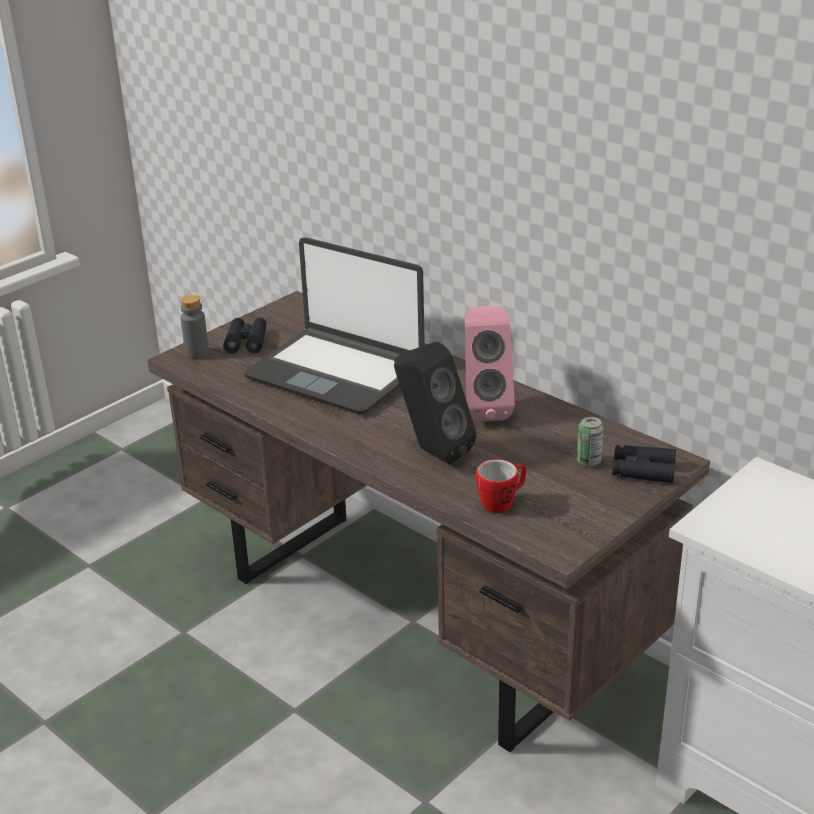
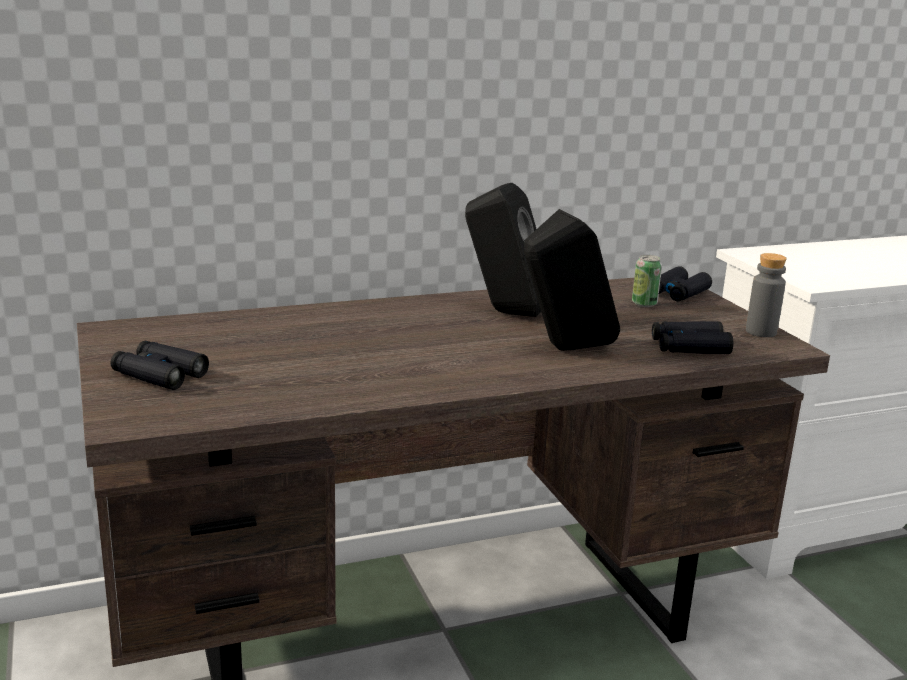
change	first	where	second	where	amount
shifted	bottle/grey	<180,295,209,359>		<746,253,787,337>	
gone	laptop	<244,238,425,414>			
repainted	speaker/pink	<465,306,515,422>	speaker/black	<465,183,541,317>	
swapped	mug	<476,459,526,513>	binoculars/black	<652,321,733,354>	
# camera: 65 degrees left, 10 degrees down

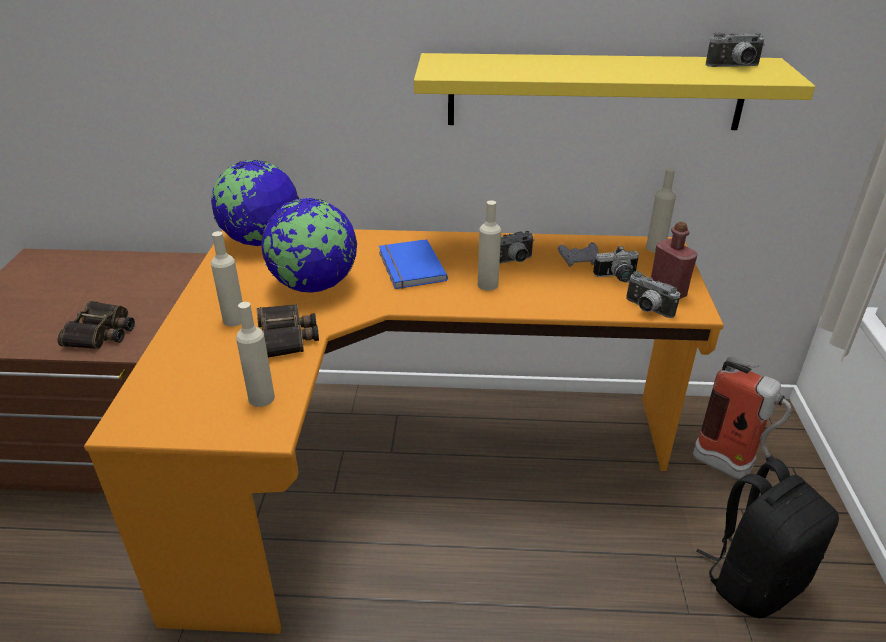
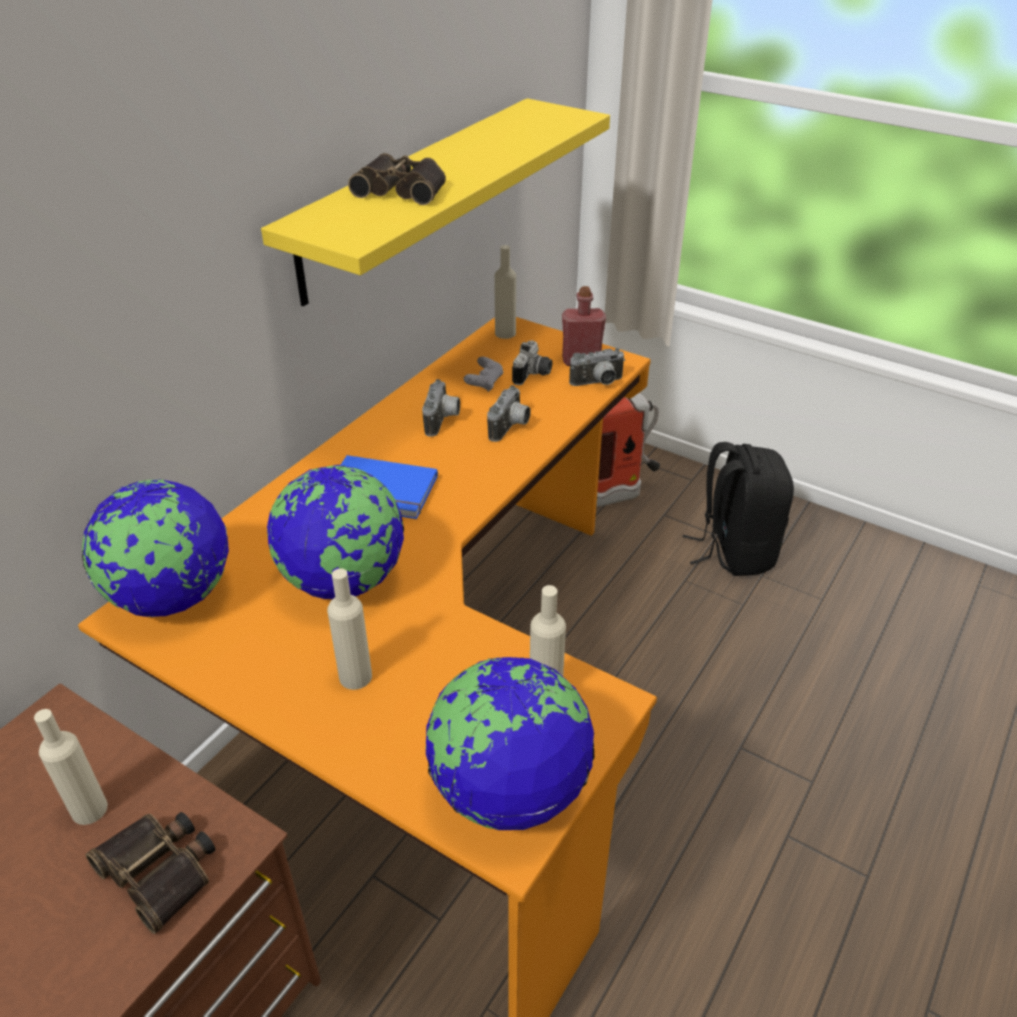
change	first	where	second	where	amount
shifted	binoculars	<256,304,319,358>		<348,153,446,205>	
shifted	bottle/beige	<478,201,501,291>		<34,709,108,825>	
shifted	photo camera	<706,32,765,67>		<487,385,531,442>	
new			globe	<425,657,594,830>	
# camera: 60 degrees left, 5 degrees up

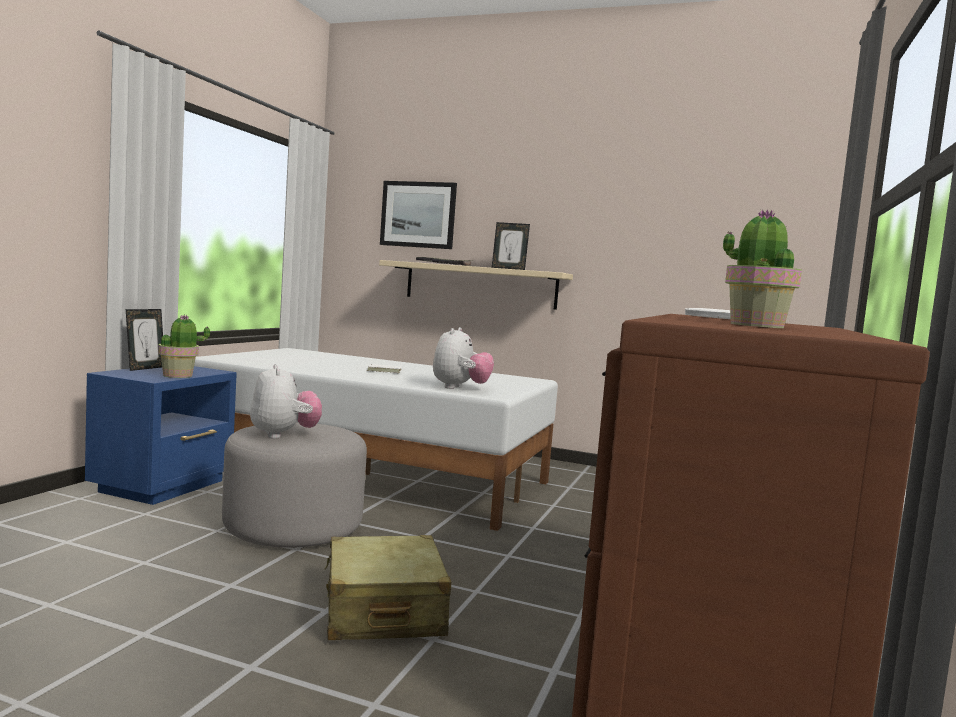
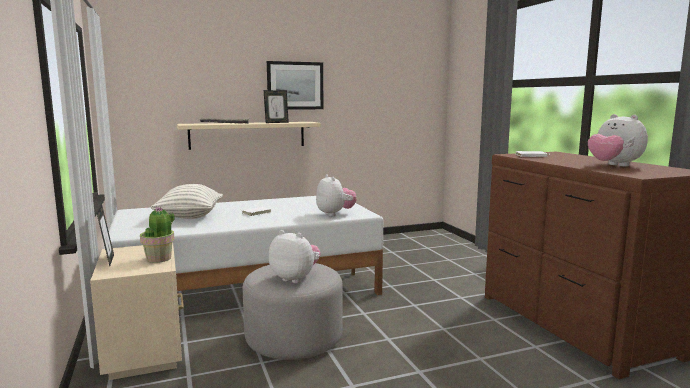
change	first	where	second	where	amount
repainted	nightstand/blue	<85,366,237,505>	nightstand/beige	<90,242,184,380>	
gone	suitcase/beige	<324,535,451,640>			
shifted	picture	<380,181,457,249>		<267,61,324,110>	
swapped	potted plant	<723,209,802,328>	plush toy	<588,114,648,167>	
new			pillow	<151,184,223,219>	
# camera: 40 degrees left, 5 degrees up

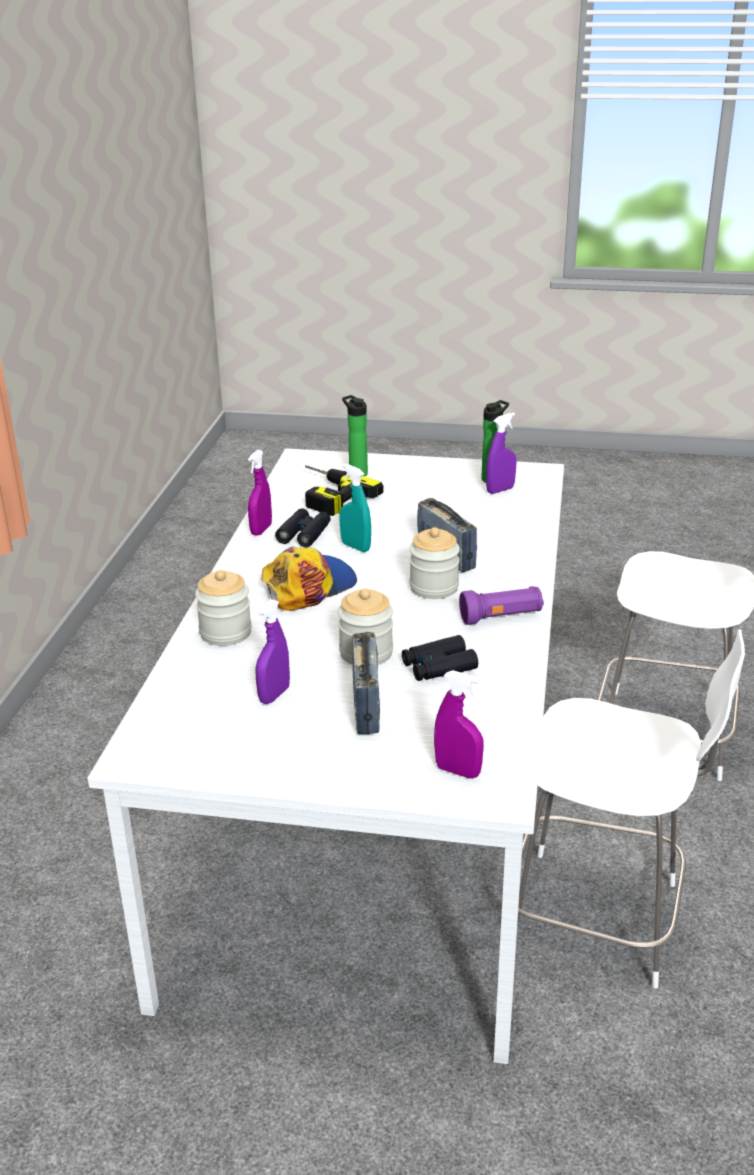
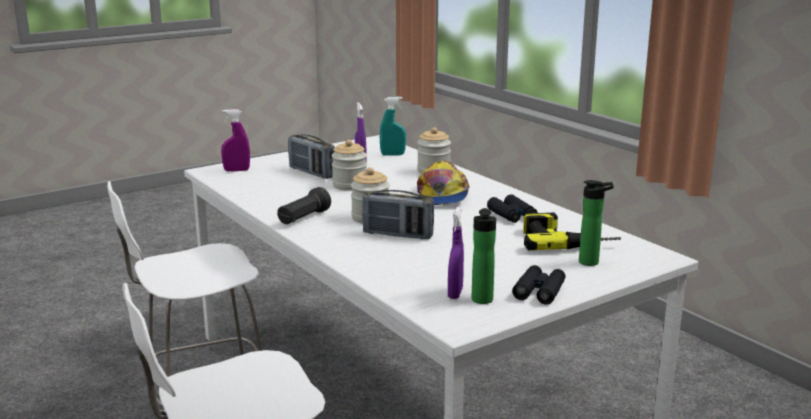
change	first	where	second	where	amount
gone	spray bottle/purple	<248,450,272,536>			
shifted	spray bottle/turquoise	<340,463,371,552>		<380,97,406,156>	
shifted	binoculars/black	<402,635,478,681>		<512,265,566,305>	
repainted	flashlight/purple	<459,586,544,625>	flashlight/black	<277,187,331,224>	
# camera: 135 degrees right, 10 degrees down

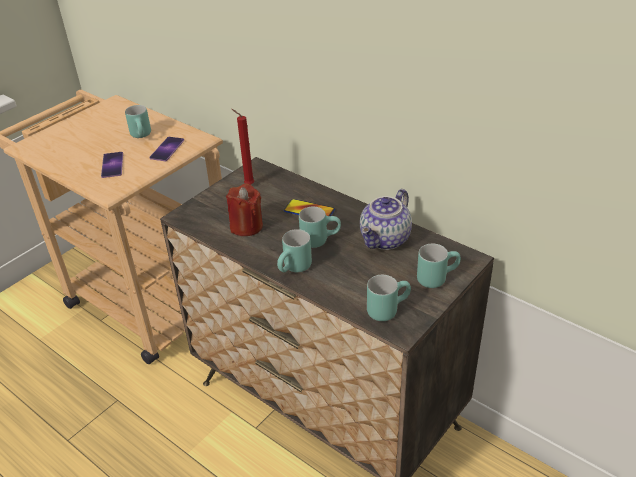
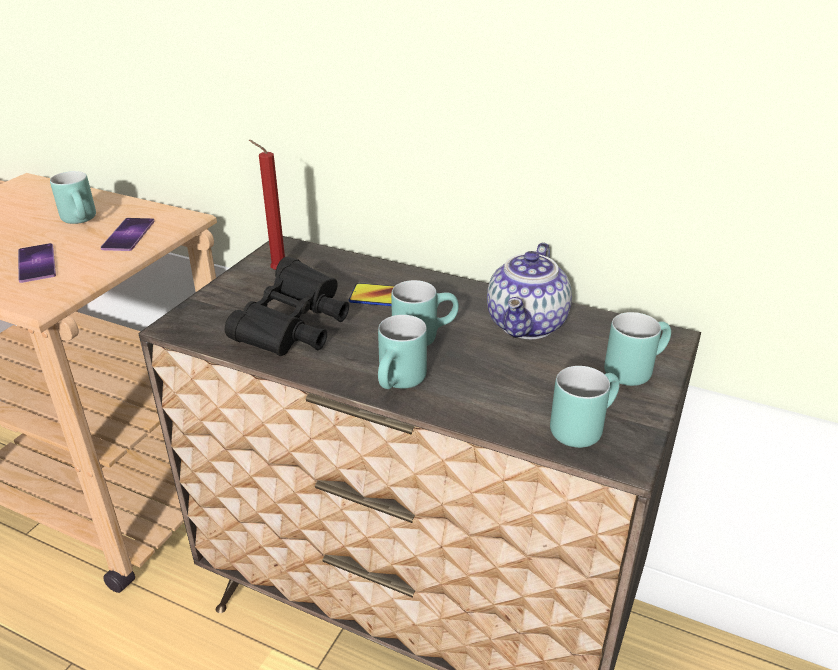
change	first	where	second	where	amount
swapped	candle/red	<226,183,263,236>	binoculars/black	<225,257,349,356>	
# camera: 15 degrees left, 5 degrees down

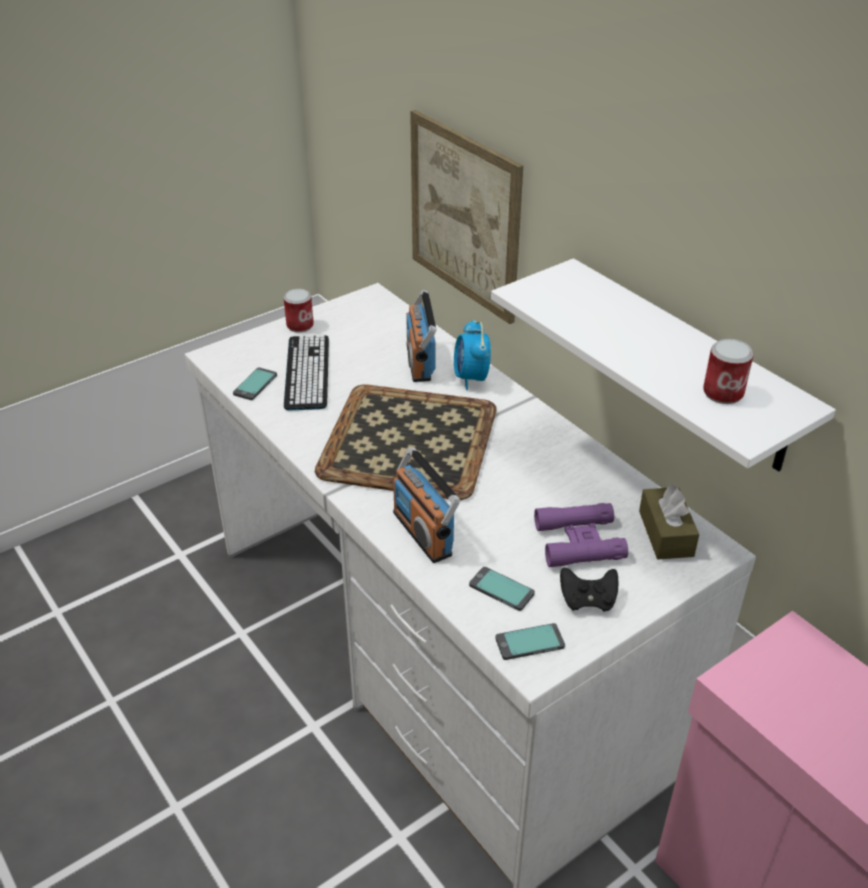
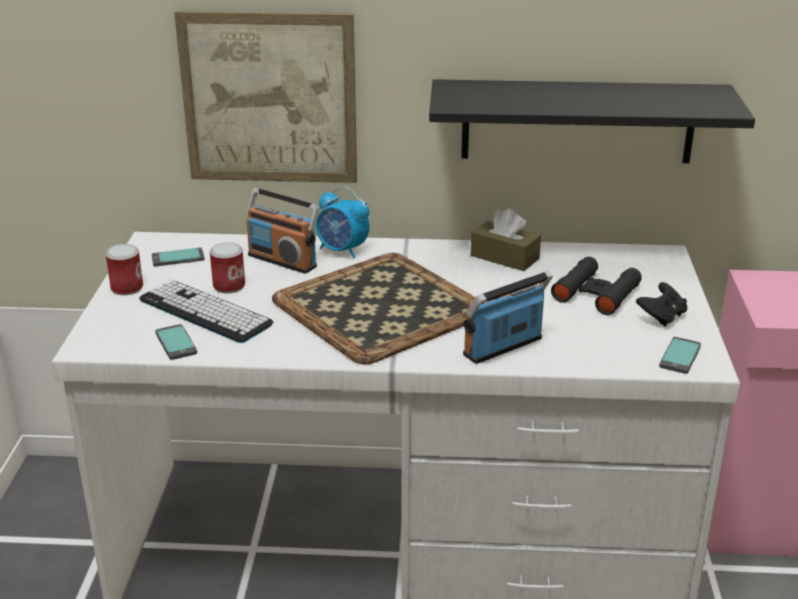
change	first	where	second	where	amount
rotated	radio	<393,447,460,563>		<463,271,553,364>	135 degrees clockwise
shifted	phone	<469,567,535,611>		<152,248,205,266>	
repainted	shelf/white	<491,258,836,471>	shelf/black	<429,79,755,163>	
repainted	binoculars/purple	<534,503,628,567>	binoculars/black	<551,257,642,315>	
shifted	tissue box/brown	<639,483,699,560>		<471,208,541,271>	
shifted	can	<703,339,754,404>		<210,242,245,294>	
# camera: 50 degrees left, 10 degrees down

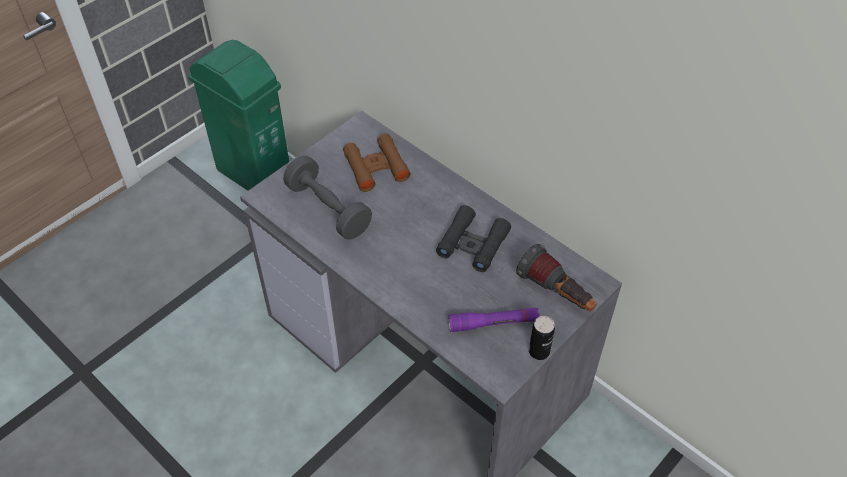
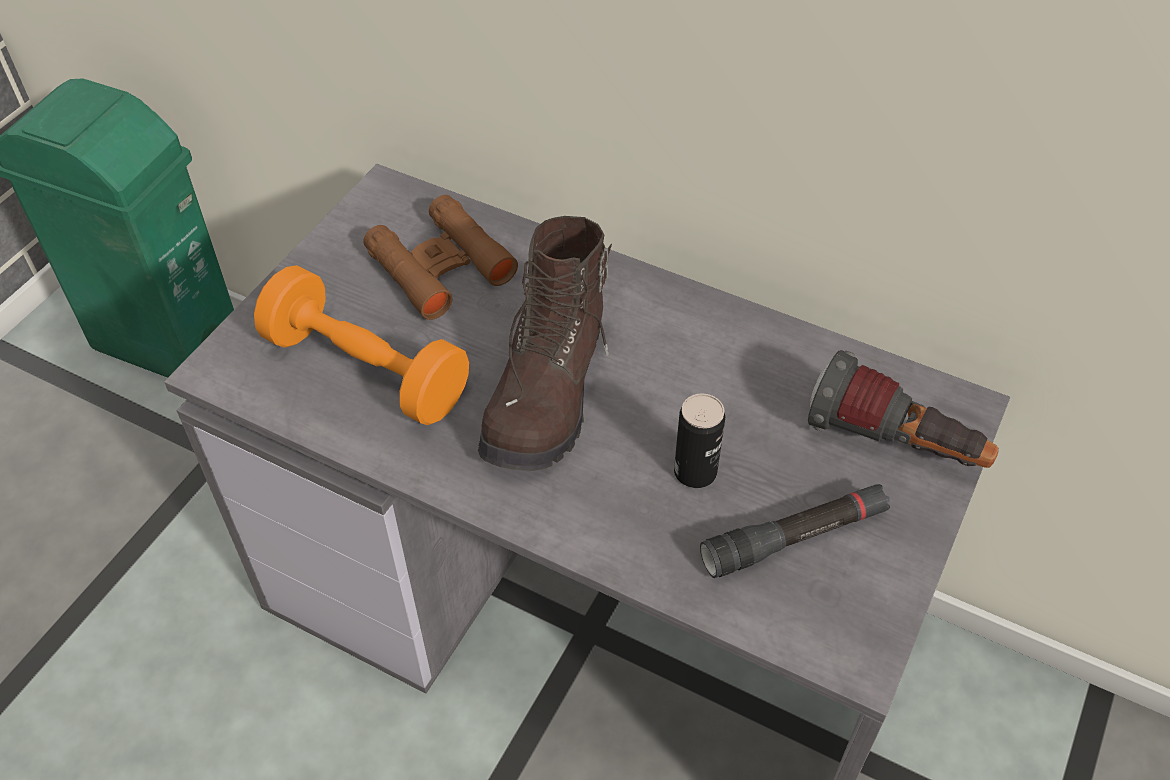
change	first	where	second	where	amount
repainted	dumbbell/grey	<283,156,372,240>	dumbbell/orange	<254,265,469,425>	
gone	binoculars/black	<436,205,511,272>			
repainted	flashlight/purple	<448,308,540,332>	flashlight/black	<700,484,890,578>	
shifted	can	<529,316,555,360>		<674,393,725,488>	
new			boot/brown	<478,216,612,471>	
# camera: 15 degrees left, 0 degrees up

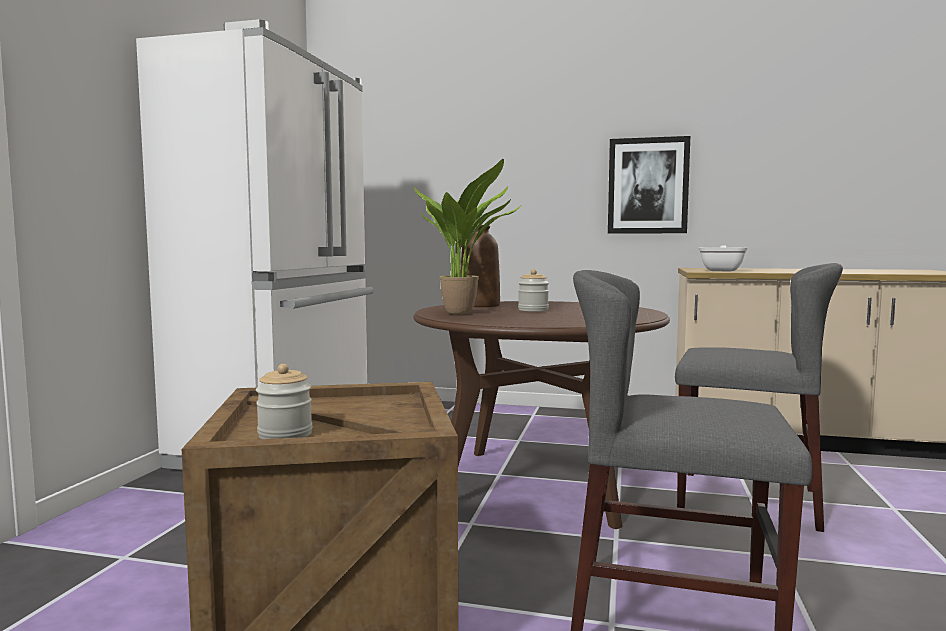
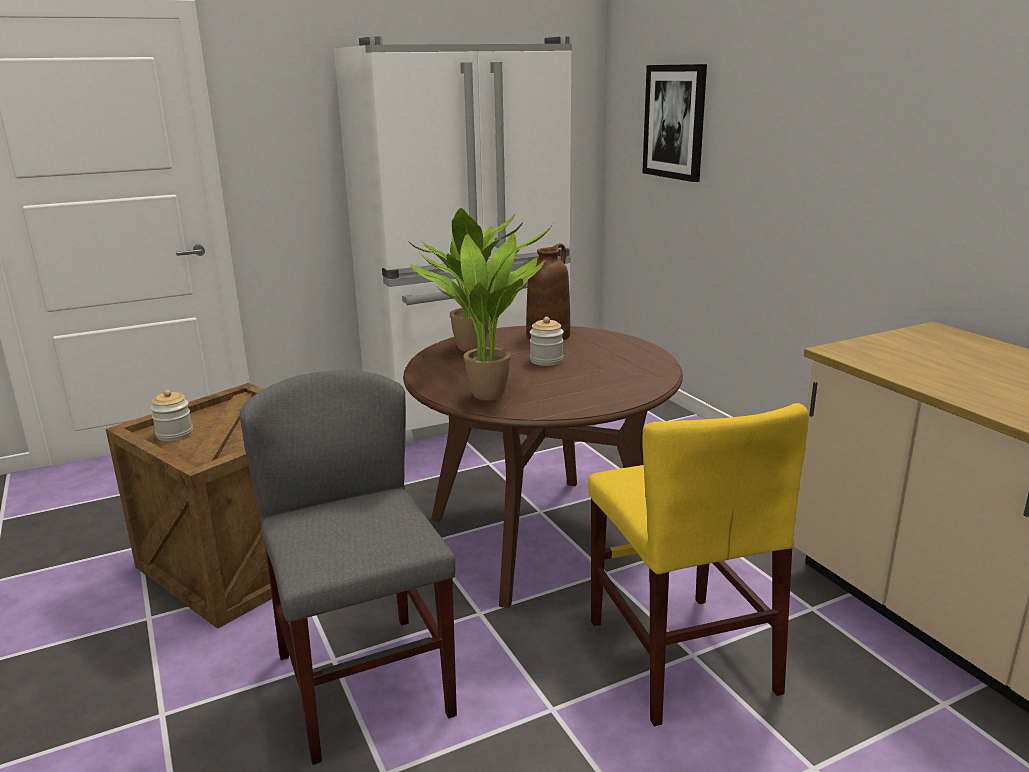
change	first	where	second	where	amount
shifted	picture	<608,136,690,234>		<642,64,707,182>	
repainted	chair/grey	<675,263,843,532>	chair/yellow	<588,403,809,726>	
gone	frying pan	<699,245,748,271>			
new			potted plant	<411,224,553,401>	
# camera: 50 degrees right, 15 degrees up

